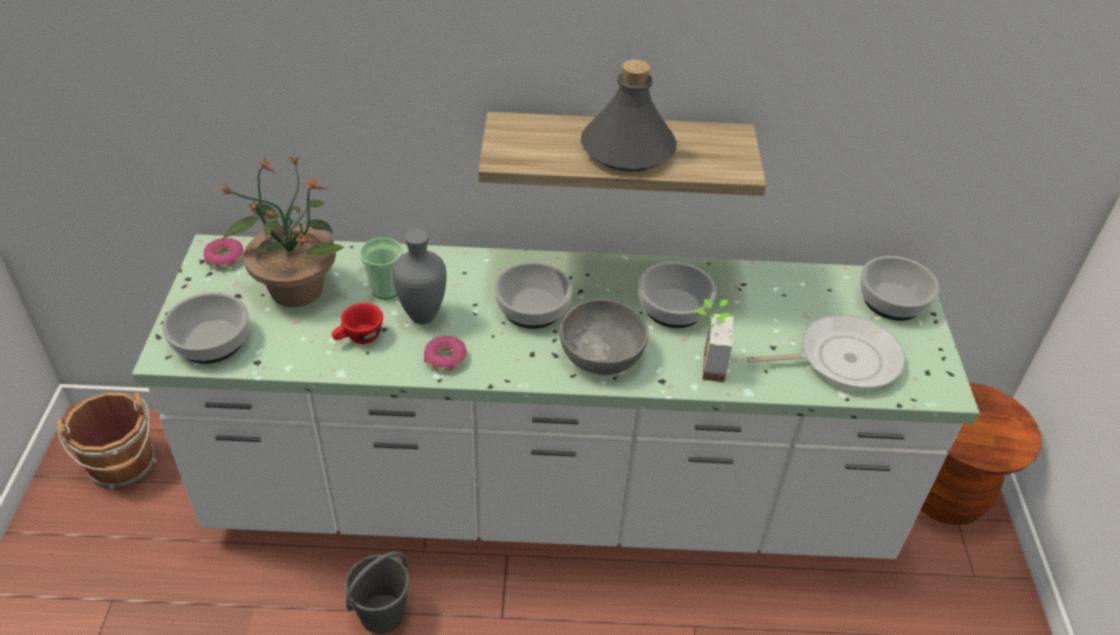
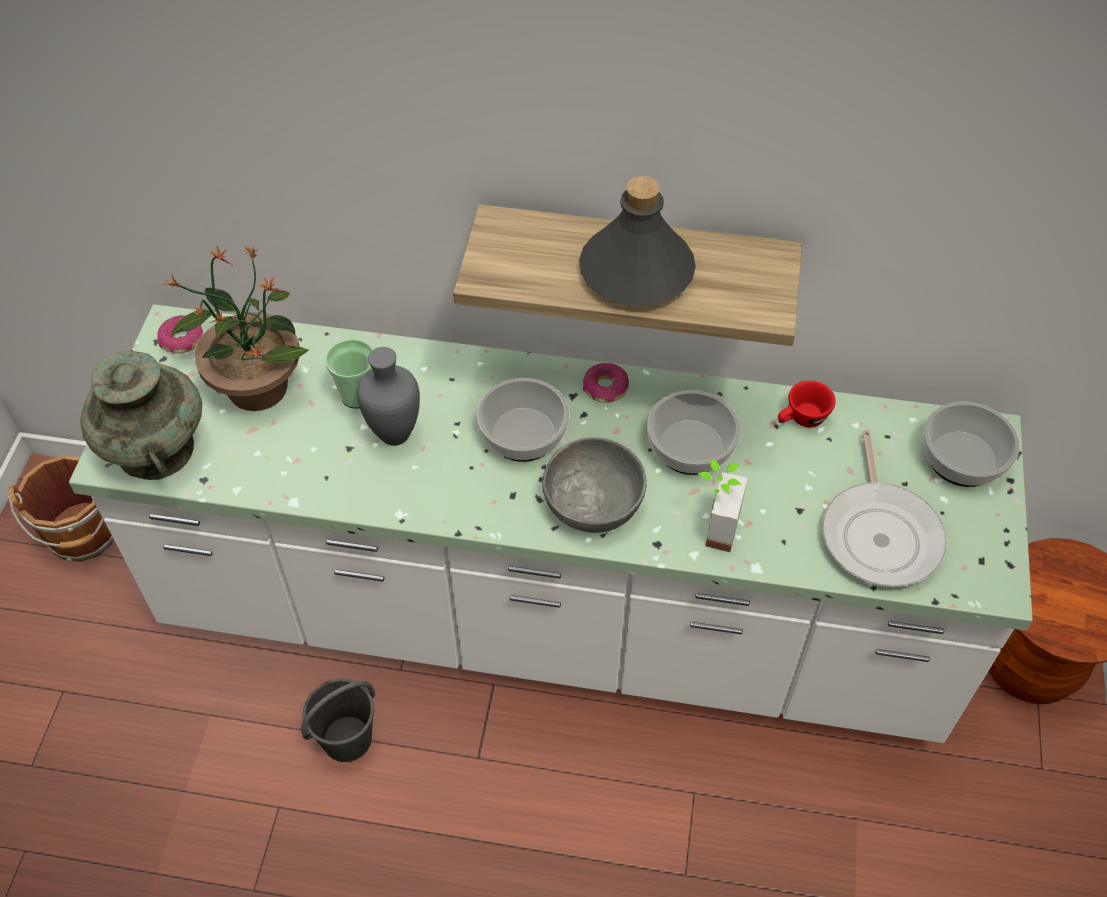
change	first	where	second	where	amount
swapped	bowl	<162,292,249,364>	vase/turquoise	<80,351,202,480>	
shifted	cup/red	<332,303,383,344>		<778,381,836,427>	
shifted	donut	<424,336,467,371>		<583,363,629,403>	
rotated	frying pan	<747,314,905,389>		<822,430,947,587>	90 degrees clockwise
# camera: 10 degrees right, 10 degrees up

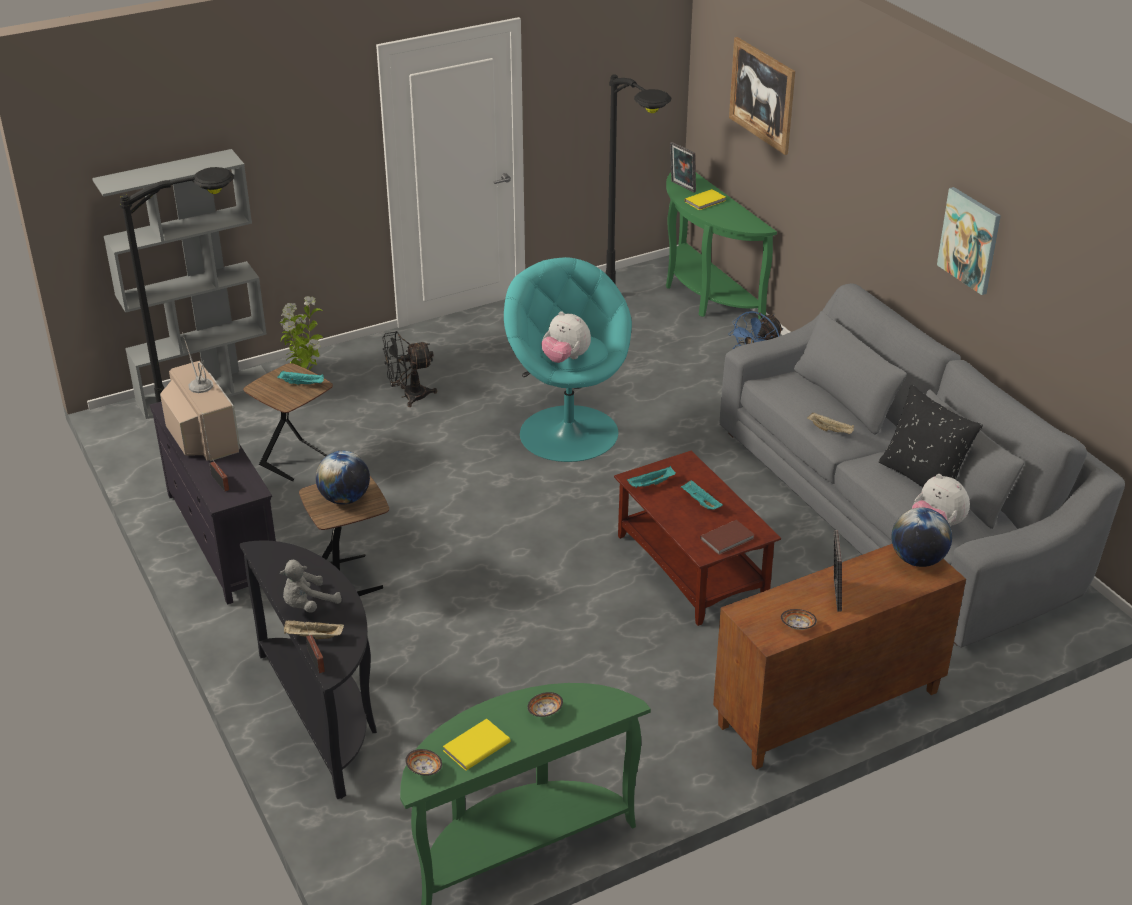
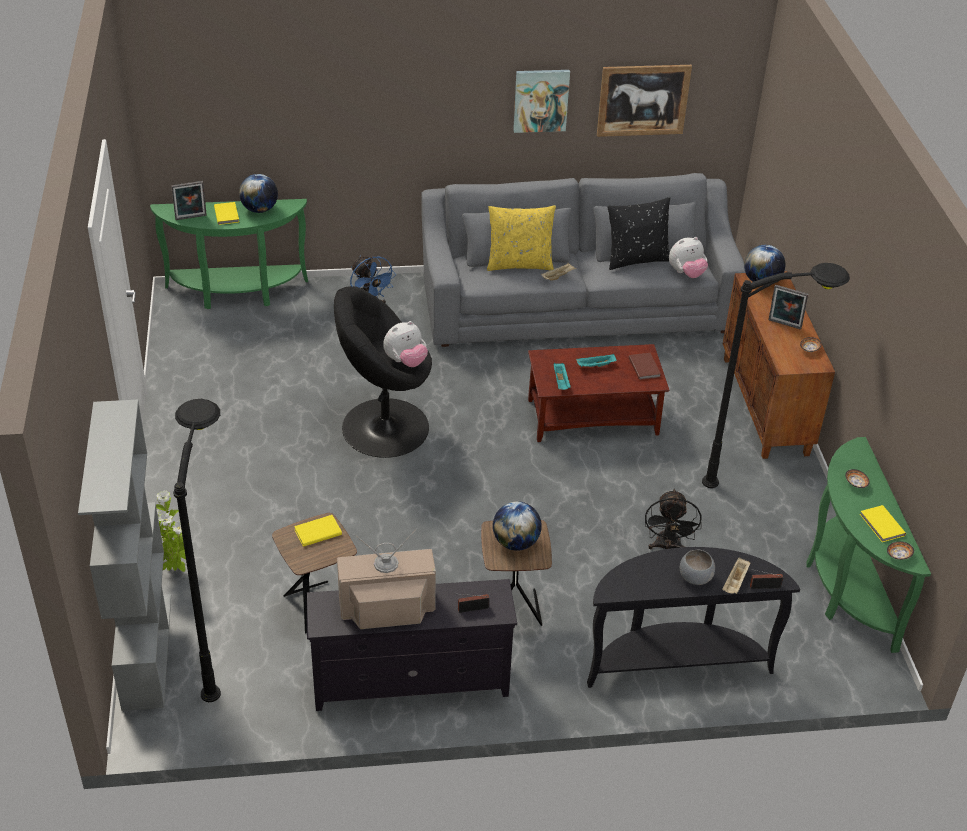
change	first	where	second	where	amount
swapped	tray/turquoise	<278,371,324,386>	book/yellow	<294,515,342,547>	
swapped	plush toy/grey	<280,560,342,613>	bowl/grey	<680,550,715,585>	
shifted	fan/black	<382,331,437,407>		<645,489,701,549>	
repainted	armchair/turquoise	<504,257,632,462>	armchair/black	<334,286,432,458>	
shifted	floor lamp/black	<606,75,671,284>		<702,263,850,488>	
shifted	picture	<729,37,795,155>		<597,65,692,137>	
new			globe	<239,174,278,213>	
new			pillow/yellow	<487,205,556,271>	
# camera: 70 degrees left, 5 degrees up

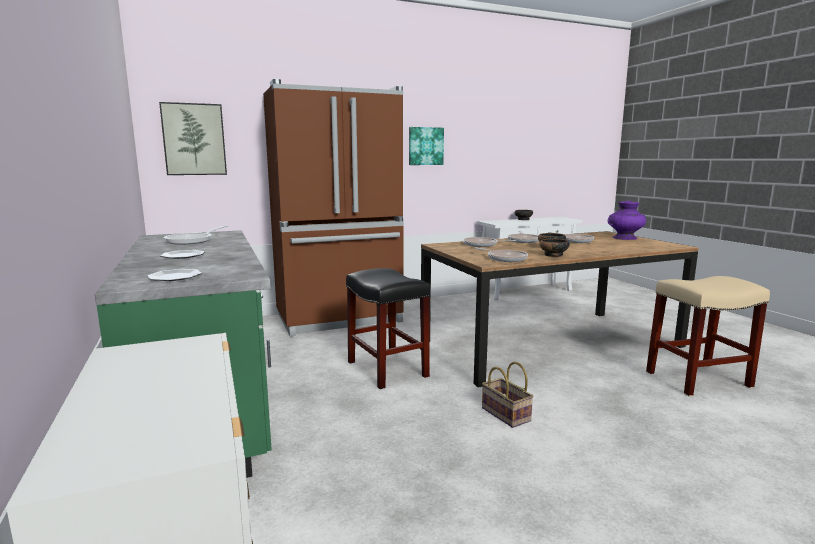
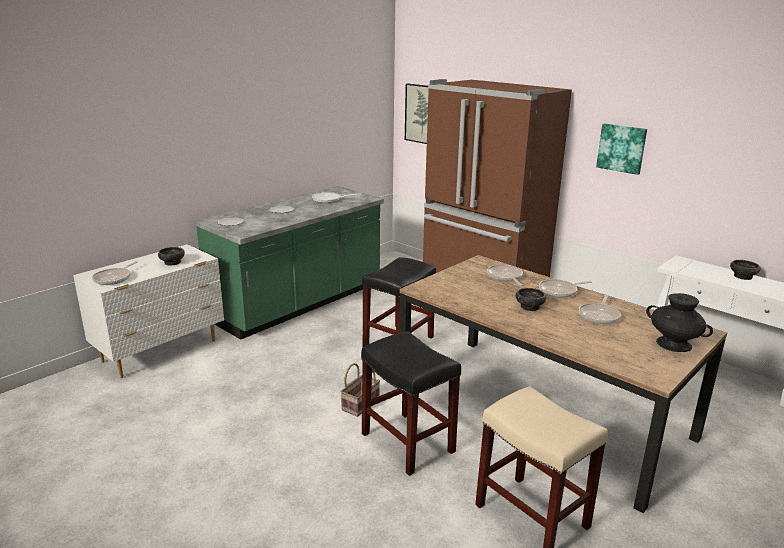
change	first	where	second	where	amount
shifted	frying pan	<474,247,528,262>		<92,261,138,285>	
shifted	bowl	<539,239,570,257>		<158,247,185,266>	
repainted	vase/purple	<608,201,646,240>	vase/black	<646,293,713,352>	
new			stool/black	<361,331,461,476>	
# camera: 65 degrees right, 10 degrees up

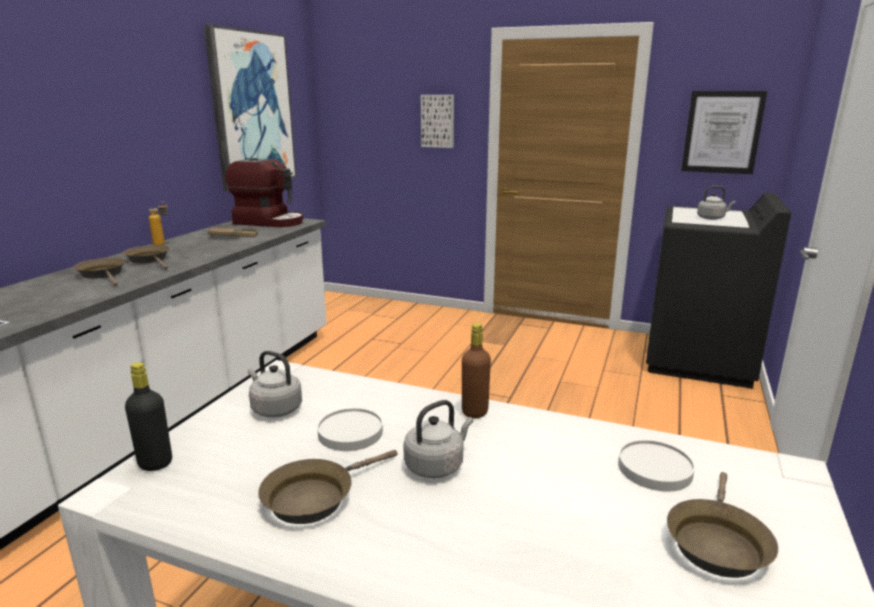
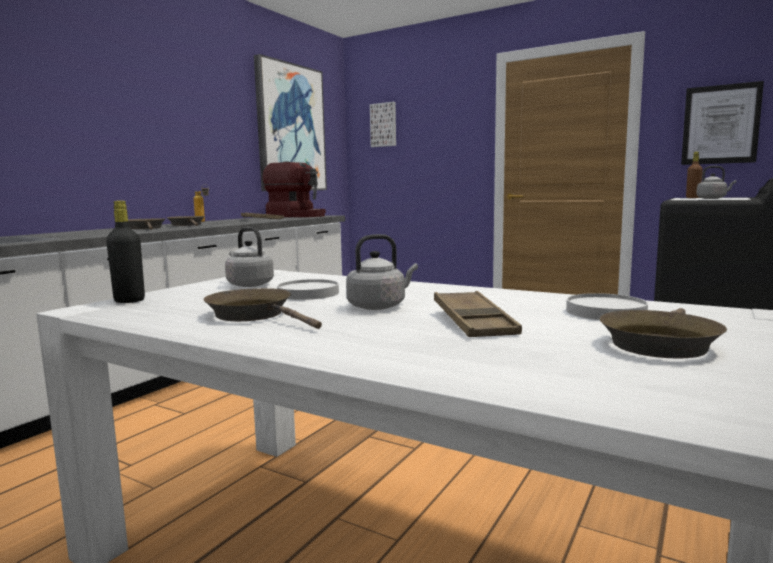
change	first	where	second	where	amount
rotated	frying pan/brown	<258,450,398,524>		<203,288,322,329>	75 degrees clockwise
shifted	picture	<421,95,454,148>		<370,102,396,147>	
shifted	bottle/brown	<462,323,491,418>		<686,152,703,198>	
new			tray/brown	<434,291,522,337>	
# camera: 10 degrees right, 10 degrees down

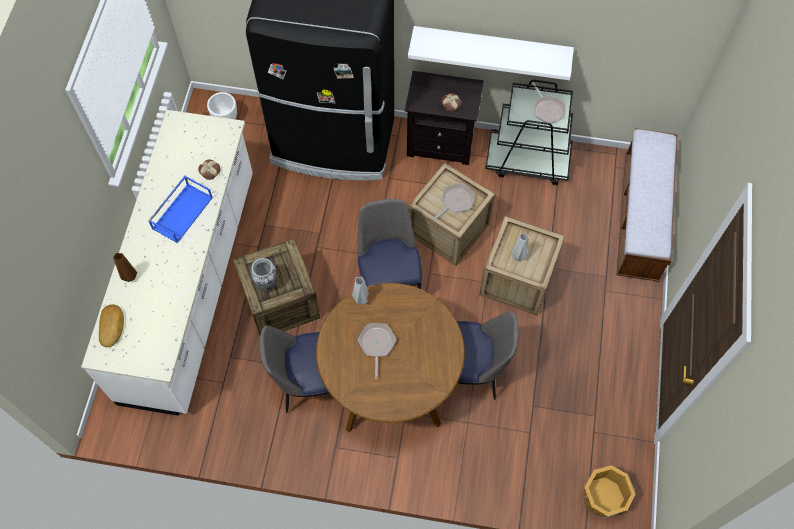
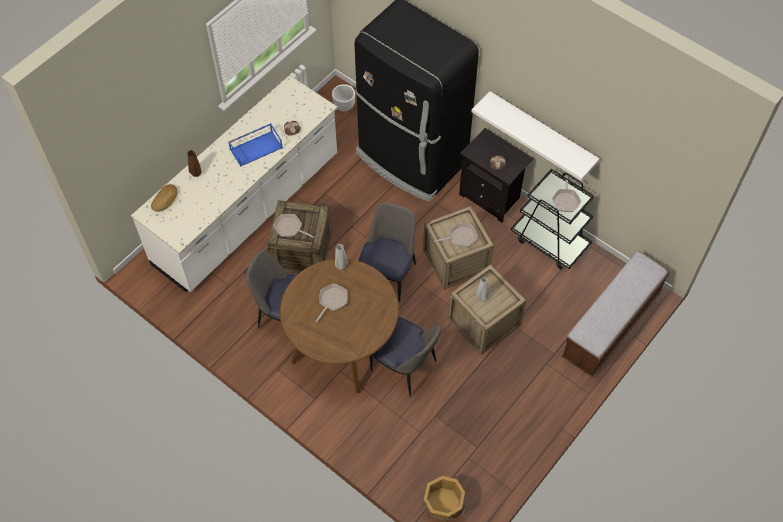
change	first	where	second	where	amount
swapped	vase	<251,258,277,291>	frying pan	<273,214,315,238>	
# camera: 30 degrees right, 5 degrees down

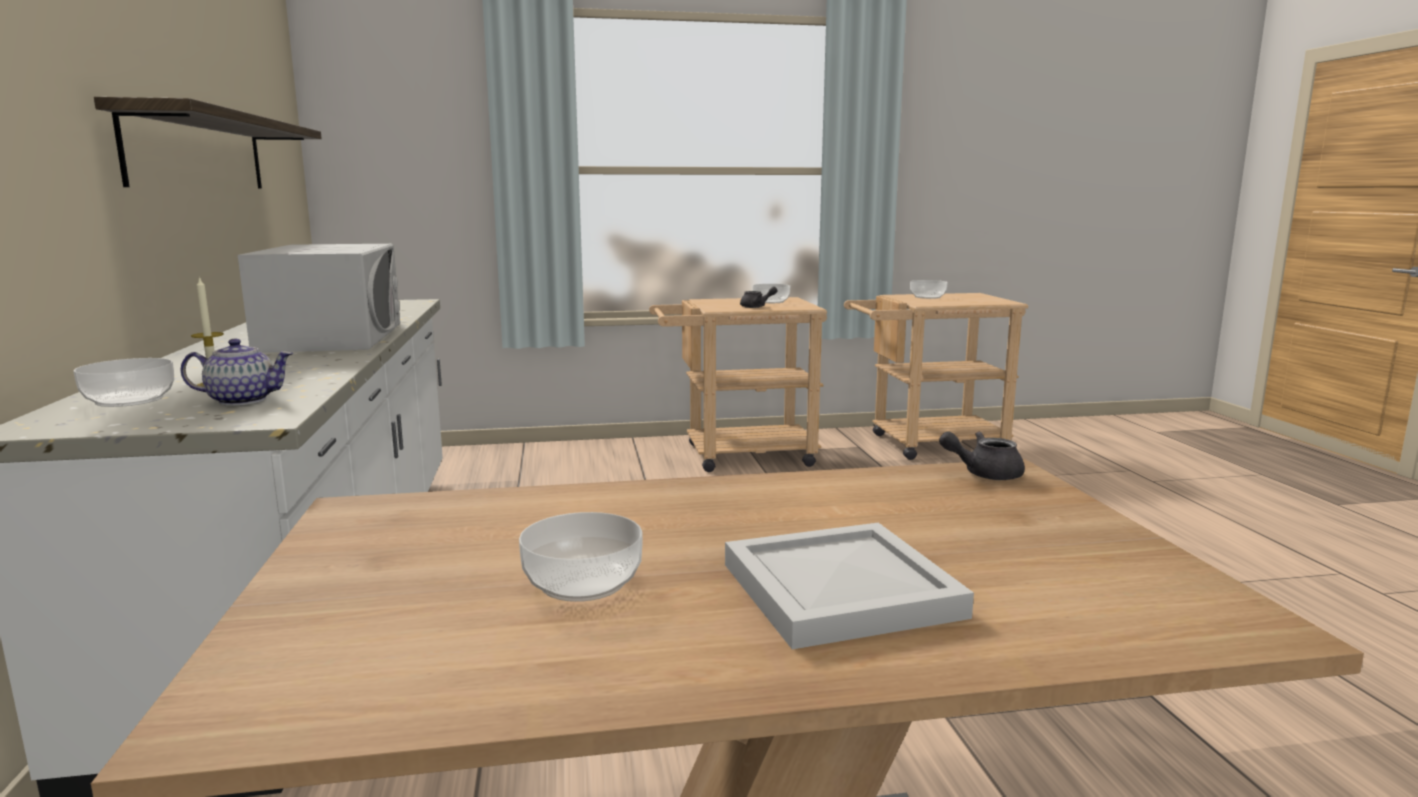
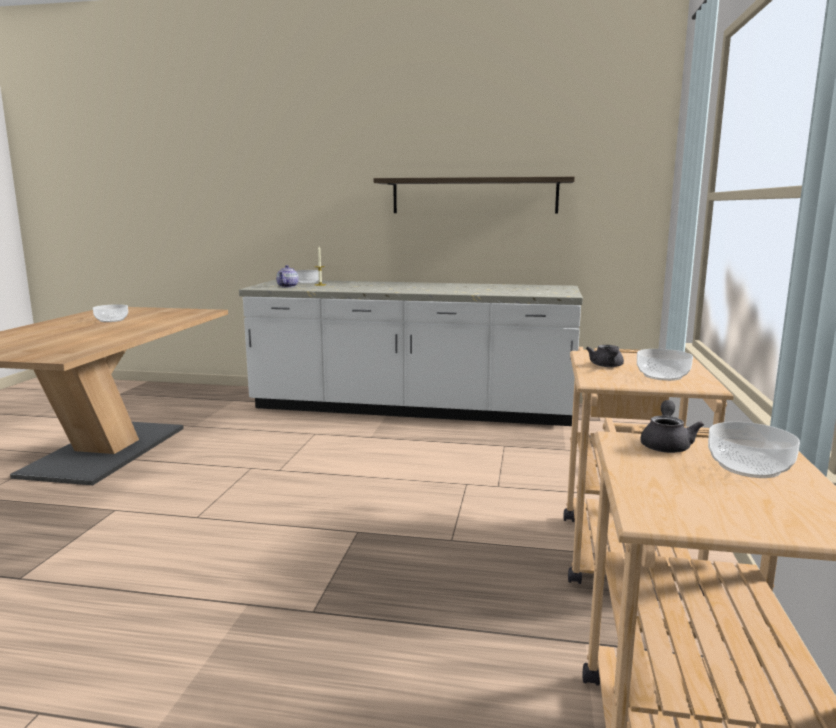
change	first	where	second	where	amount
gone	microwave/white	<238,244,400,353>			
gone	tray/white	<725,523,974,649>			
shifted	teapot/grey	<939,432,1025,480>		<640,400,704,453>	
# camera: 110 degrees right, 0 degrees up

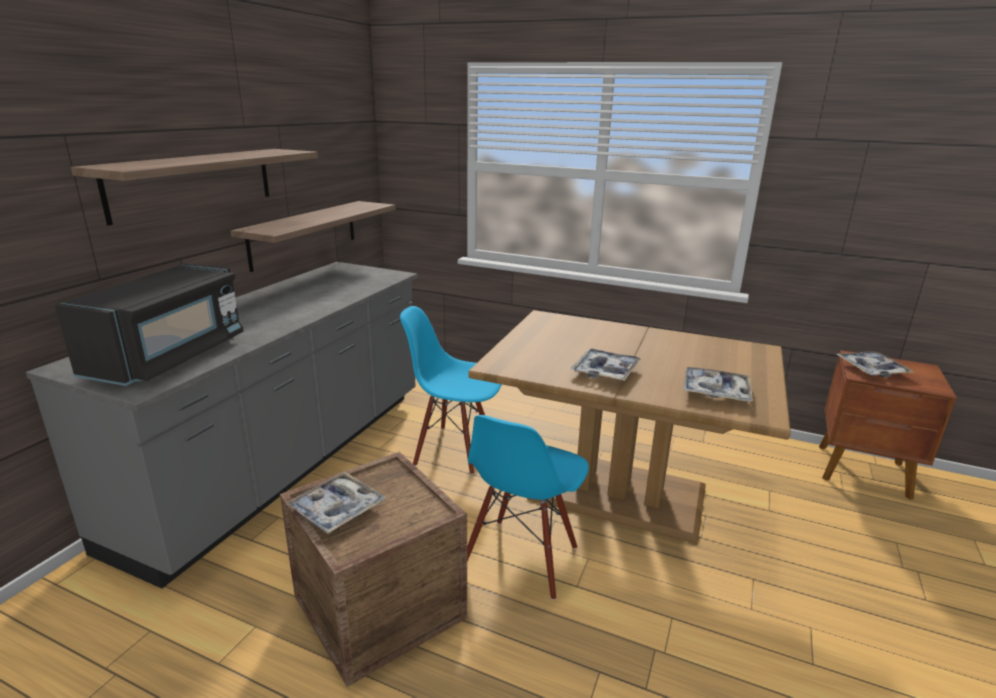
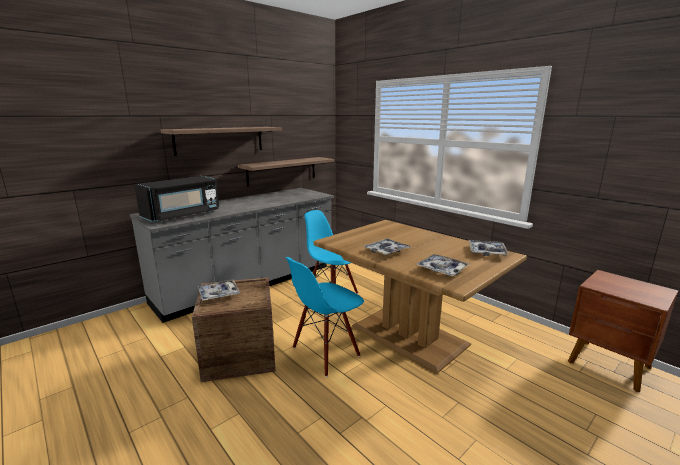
change	first	where	second	where	amount
shifted	tray	<836,351,914,378>		<469,240,509,256>	
# camera: 25 degrees right, 5 degrees down

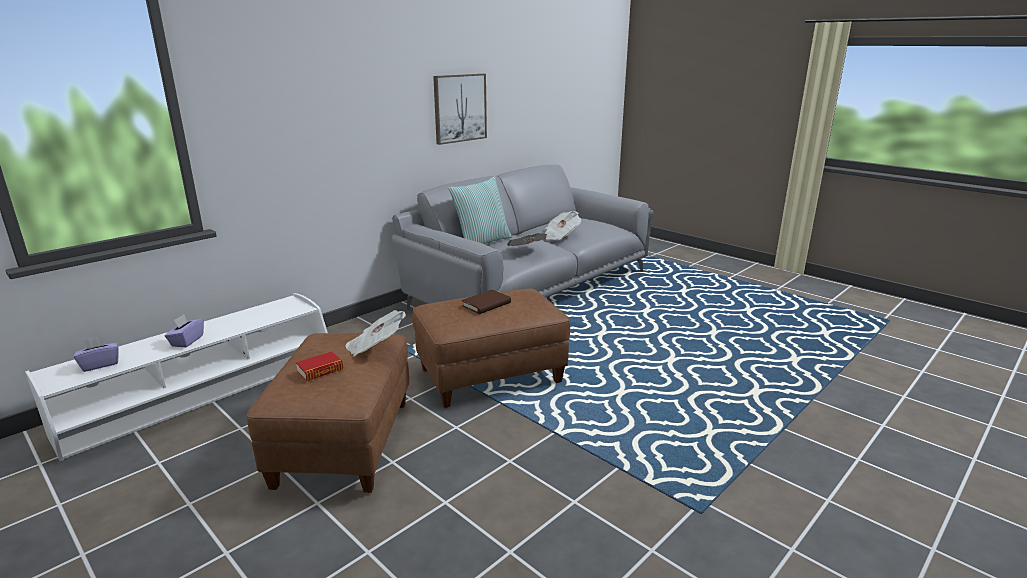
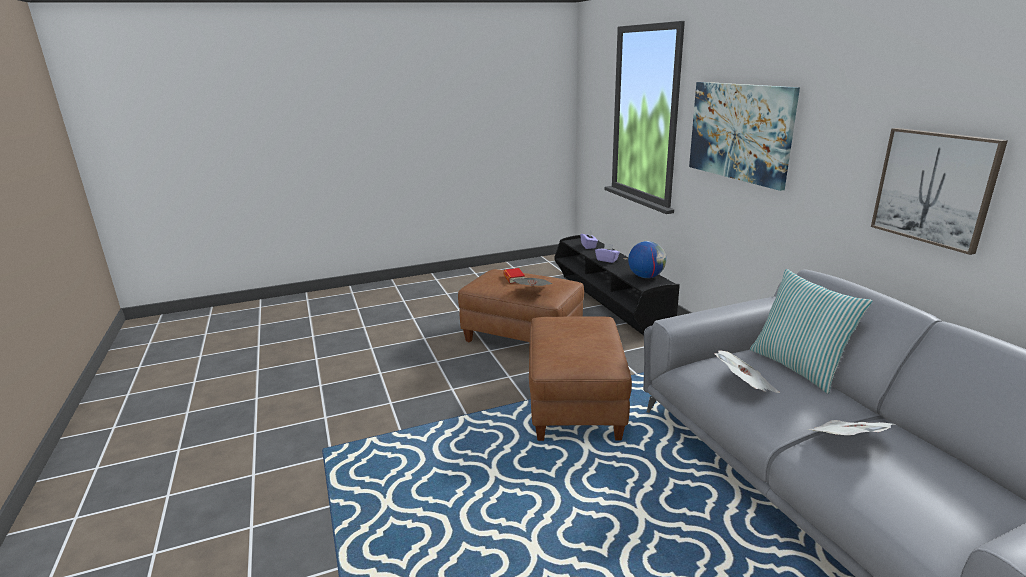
change	first	where	second	where	amount
repainted	tv stand/white	<25,293,328,461>	tv stand/black	<554,235,680,335>	
gone	book/brown	<461,290,511,314>			
new			globe	<628,241,666,278>	
new			picture	<689,82,800,191>	
# camera: 115 degrees right, 0 degrees up

